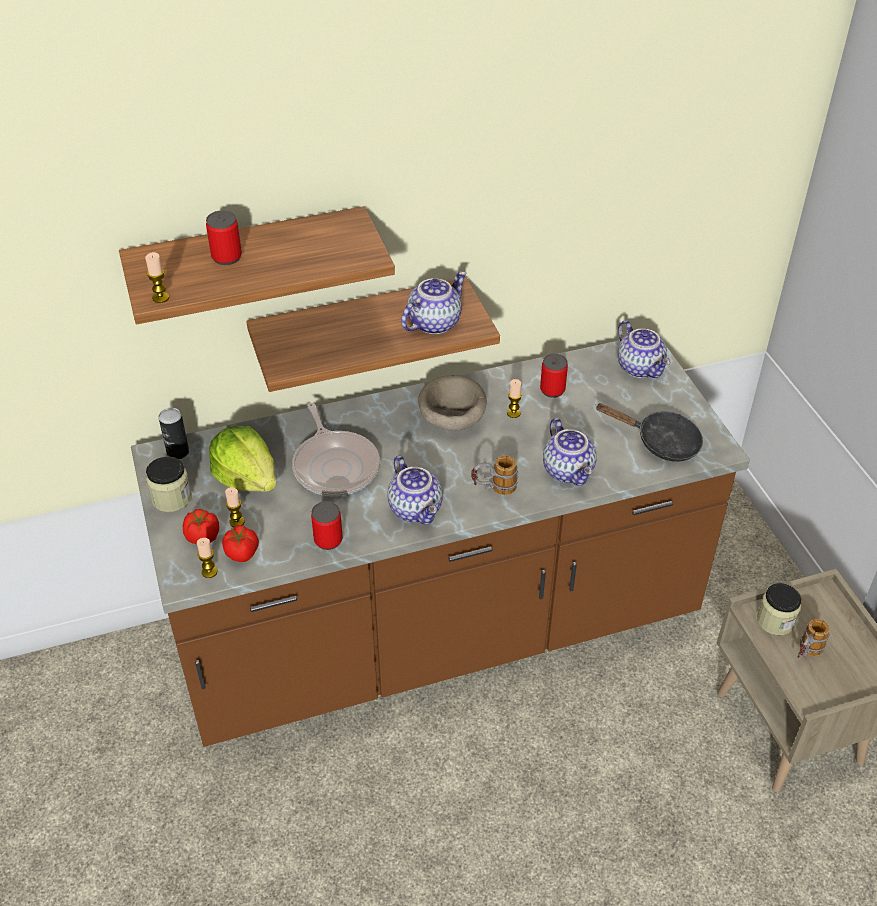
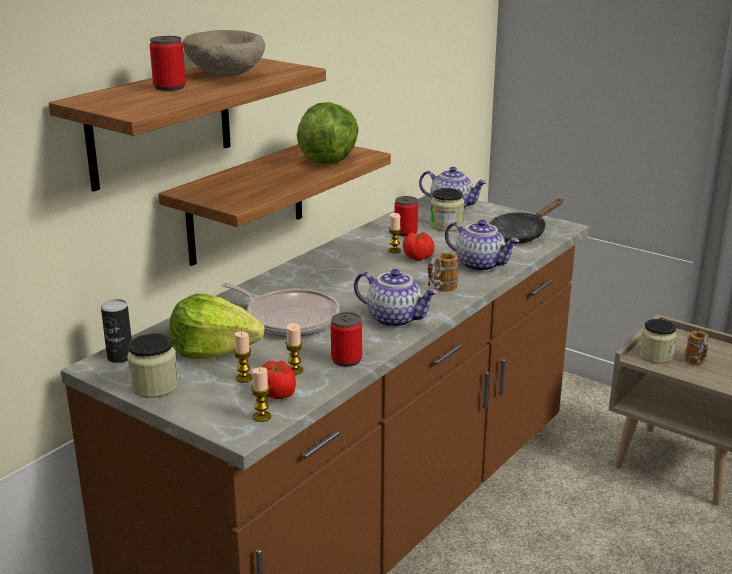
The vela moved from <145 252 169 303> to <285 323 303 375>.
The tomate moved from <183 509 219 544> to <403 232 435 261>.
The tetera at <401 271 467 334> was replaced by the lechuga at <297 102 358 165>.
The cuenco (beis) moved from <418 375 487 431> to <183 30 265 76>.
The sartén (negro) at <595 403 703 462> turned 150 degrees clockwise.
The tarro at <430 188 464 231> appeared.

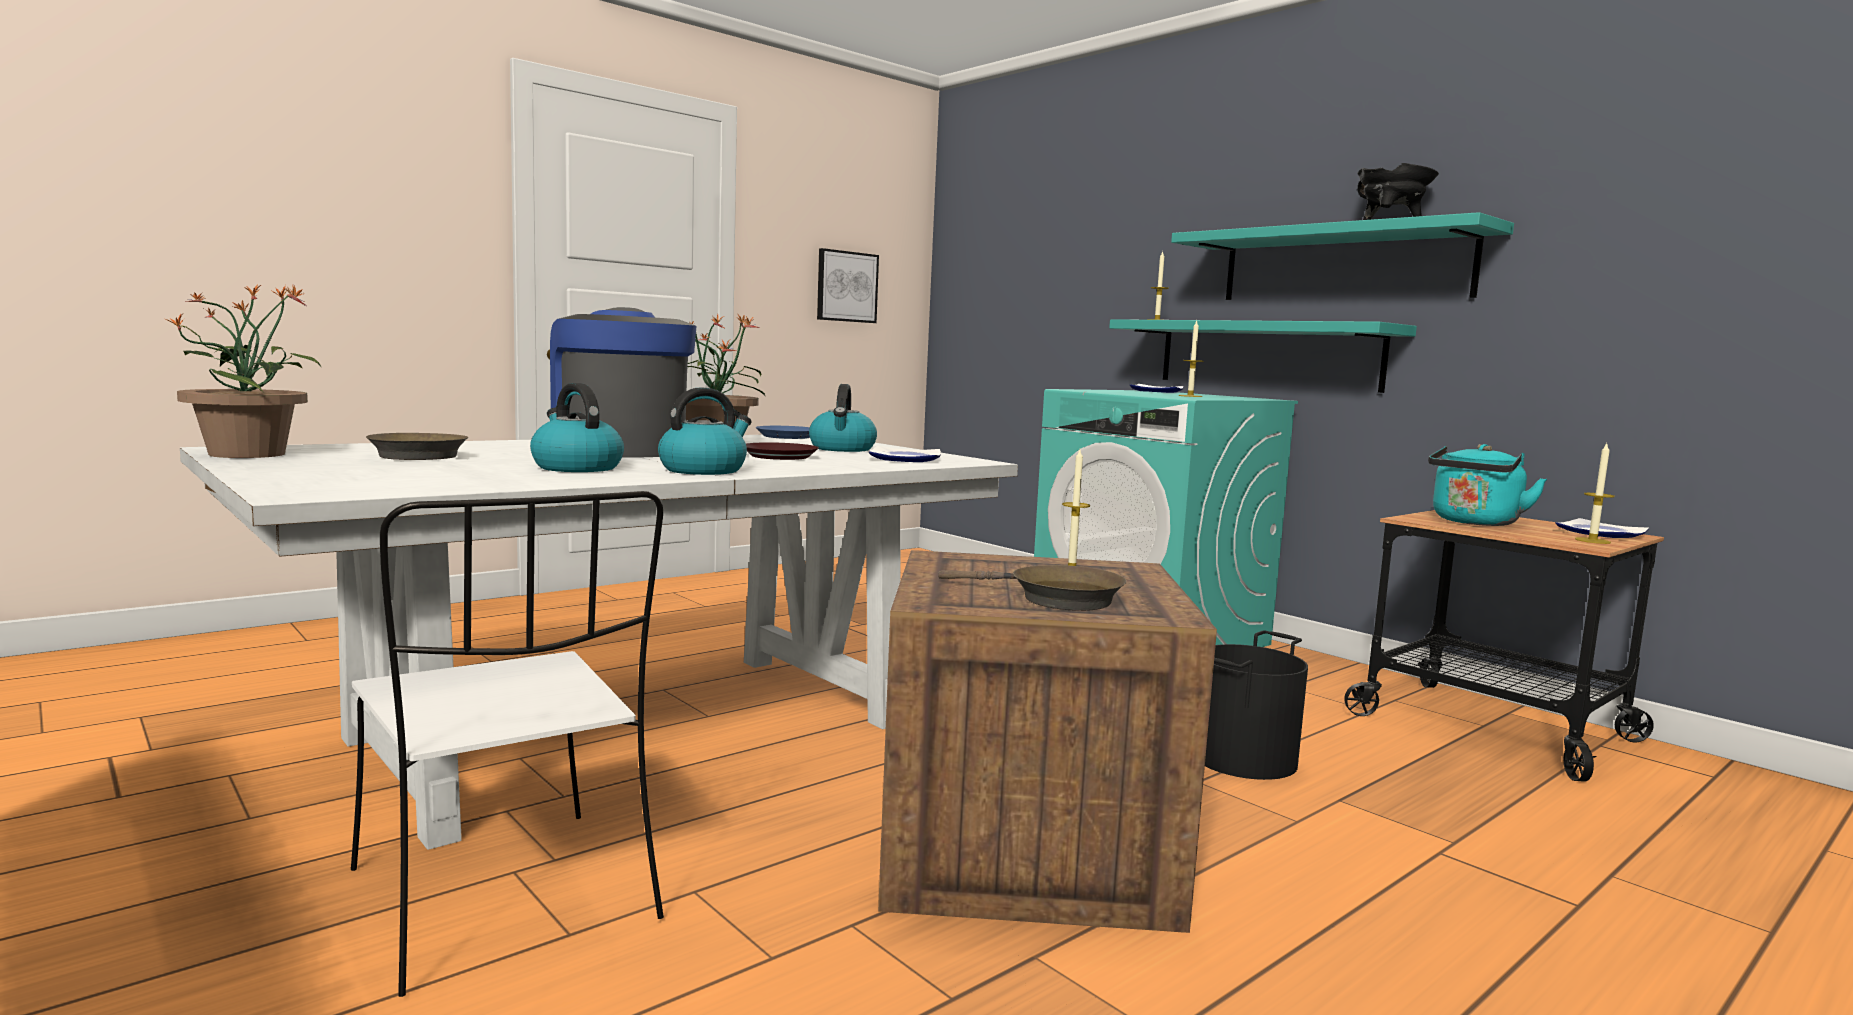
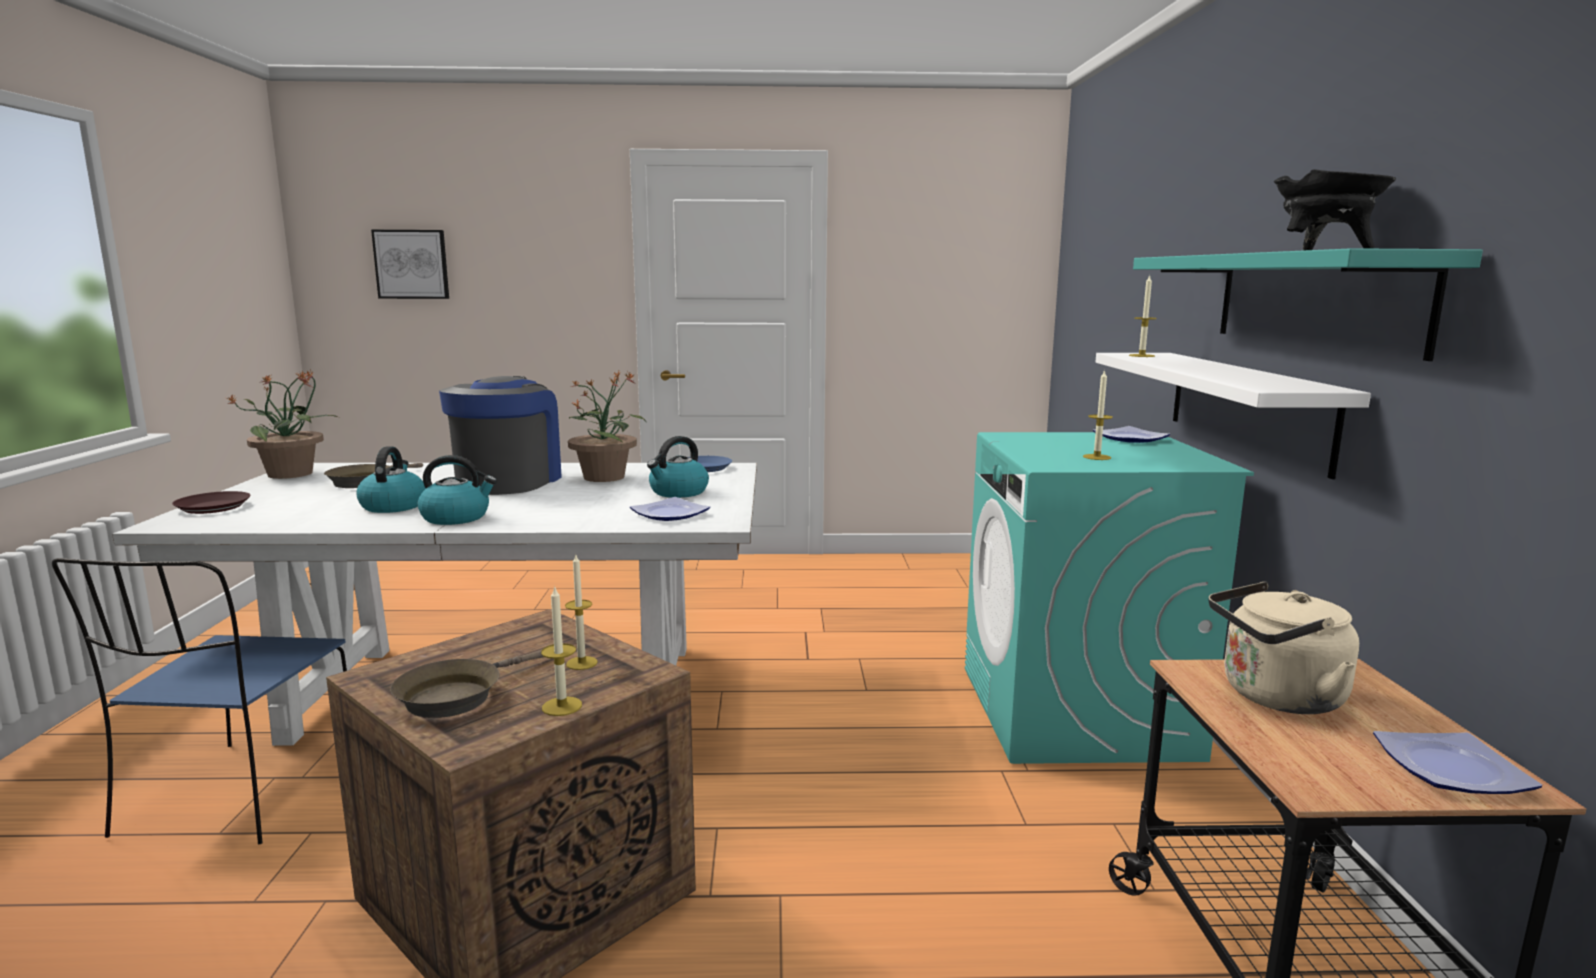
The silla (blanco) at <351 491 664 997> became the silla (azul) at <52 558 347 844>.
The plato (marrón) moved from <746 442 819 460> to <172 491 250 514>.
The cuadro moved from <817 248 879 323> to <371 230 449 299>.
The sartén (marrón) at <938 565 1126 611> turned 60 degrees clockwise.
The estante (turquesa) at <1109 319 1417 393> became the estante (blanco) at <1095 353 1371 479>.
The cubo (negro) at <1205 630 1308 780> disappeared.
The hervidor (turquesa) at <1428 444 1547 526> became the hervidor (beis) at <1208 582 1359 714>.
The vela moved from <1575 443 1615 544> to <541 585 582 716>.

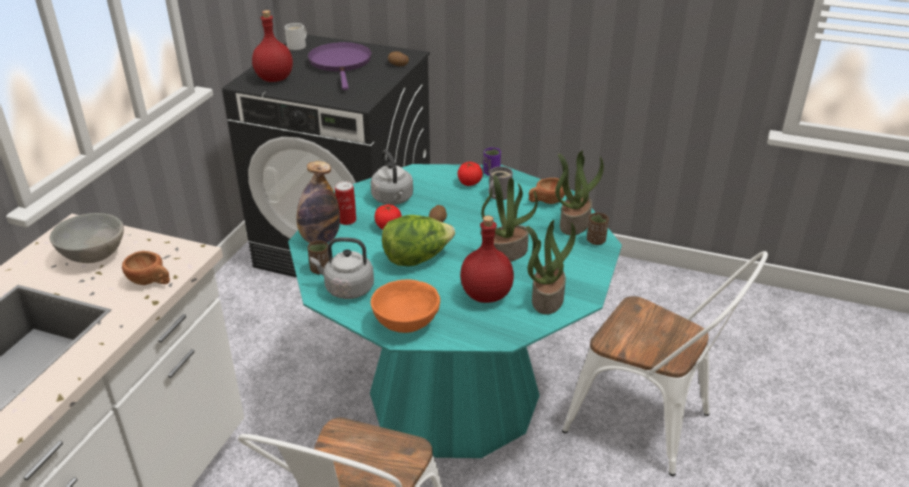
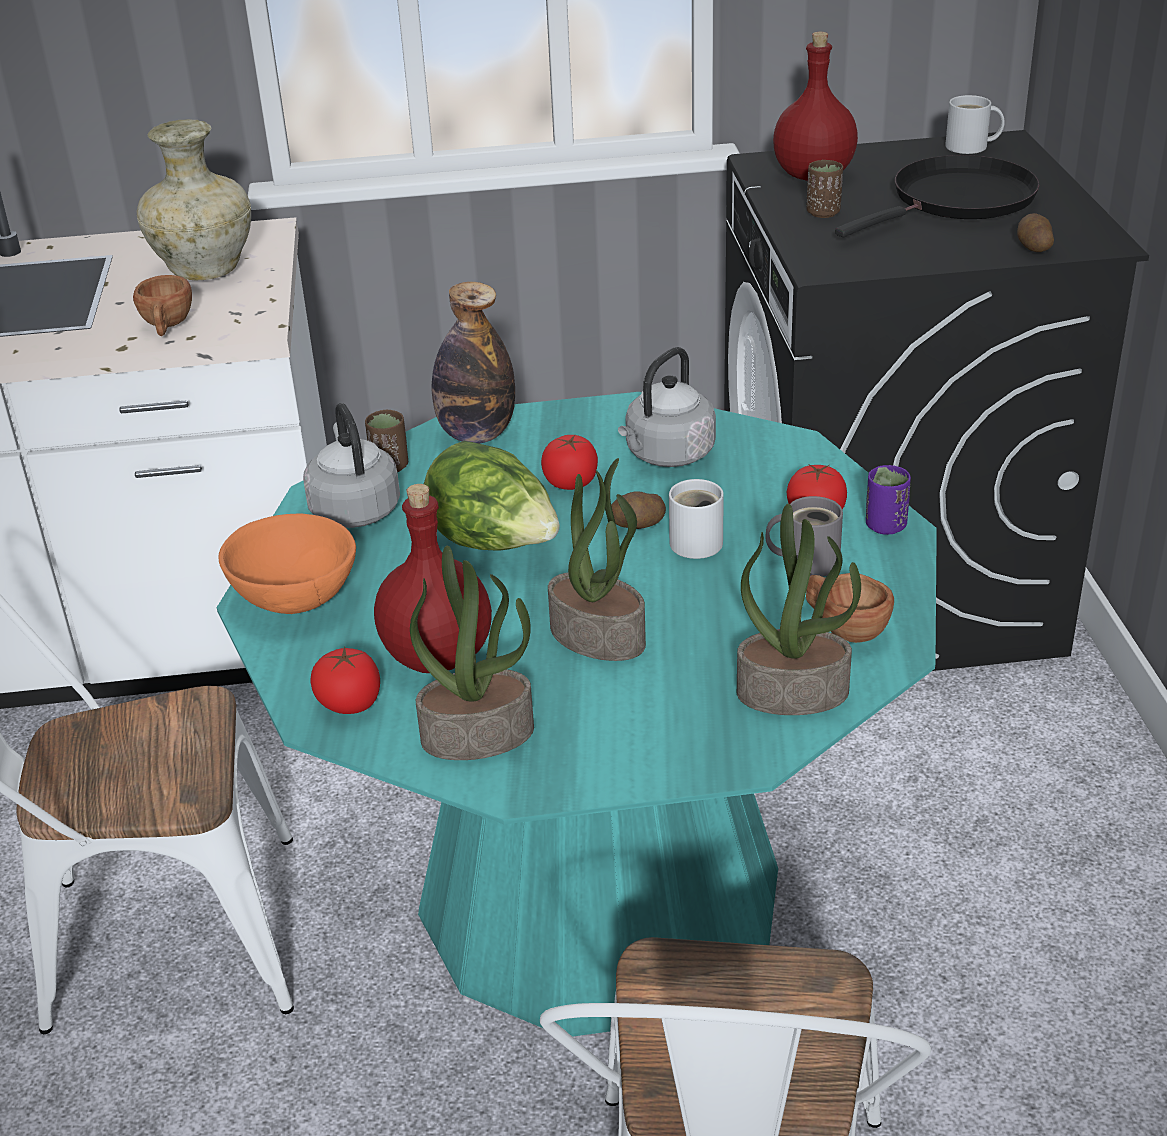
The cuenco (gris) at <50 213 124 263> was replaced by the florero (beis) at <137 119 251 280>.
The sartén (morado) at <308 42 372 90> became the sartén (negro) at <835 155 1040 237>.
The lata at <335 181 356 225> disappeared.
The taza (marrón) moved from <587 213 609 245> to <806 160 843 218>.
The tomate at <310 646 380 714> appeared.
The taza grande (blanco) at <669 479 724 559> appeared.

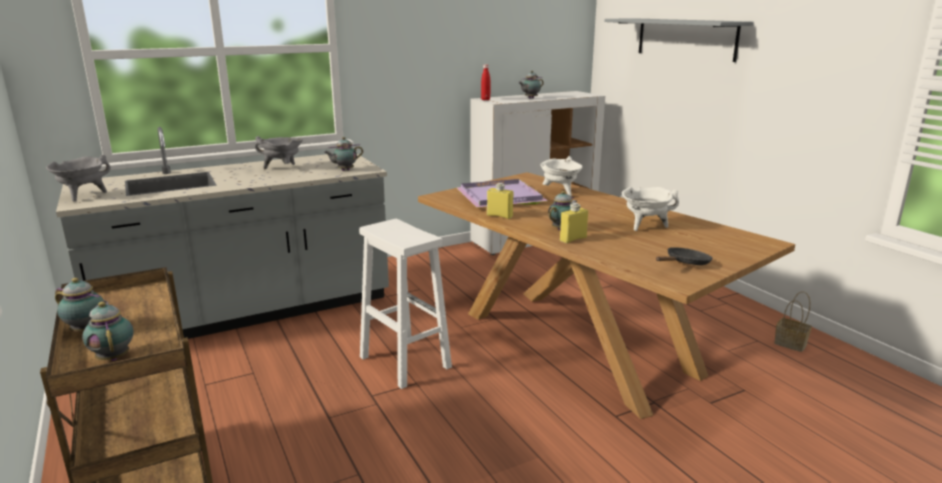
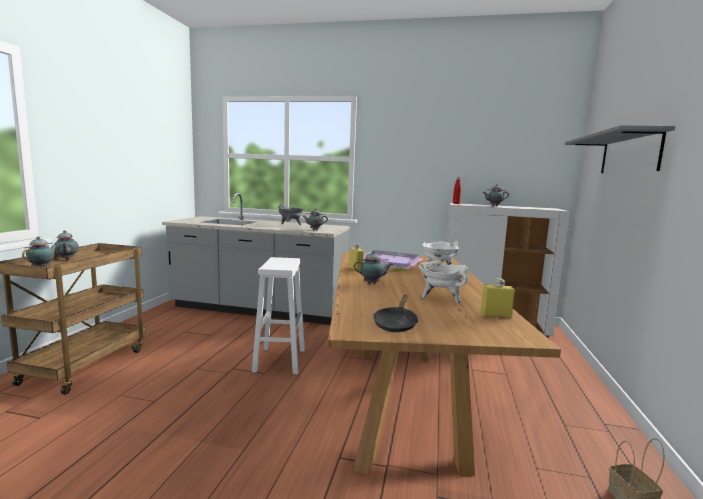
The olla (gris) at <46 155 110 202> disappeared.
The botella (amarillo) moved from <560 203 588 243> to <481 278 515 318>.
The sartén (negro) at <656 247 712 265> turned 105 degrees clockwise.

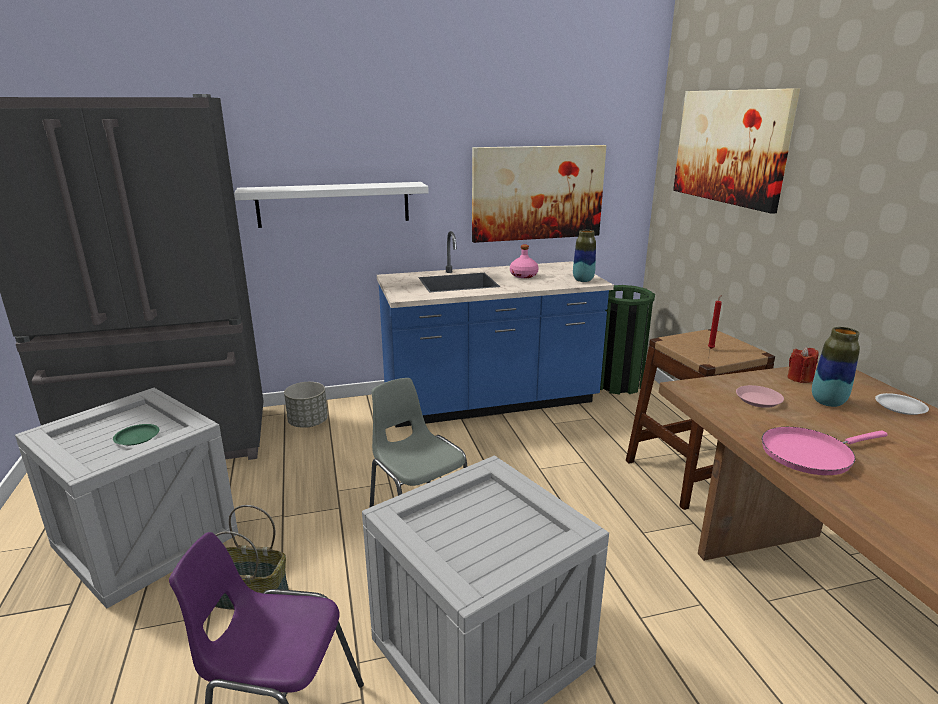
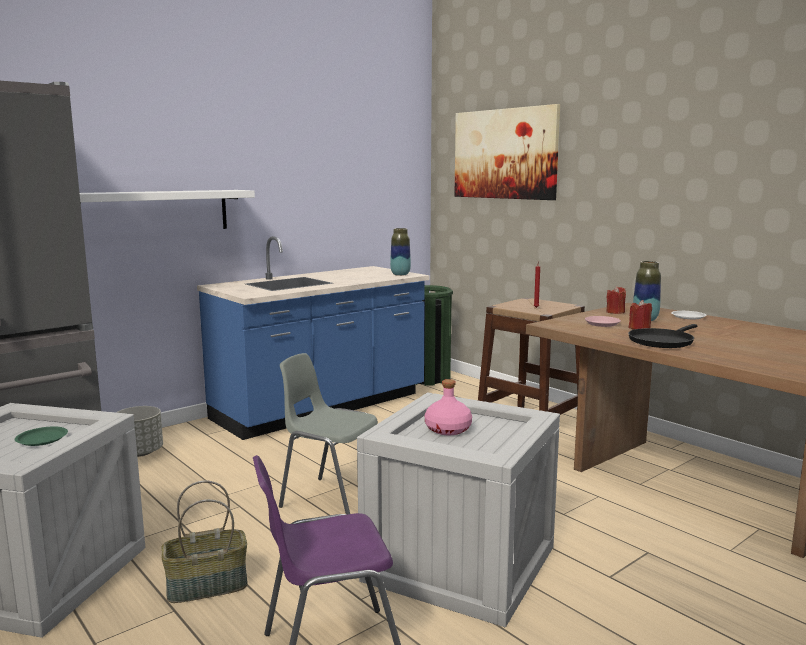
The cuadro at <472 145 606 243> disappeared.
The botella (rosa) moved from <510 245 539 278> to <425 379 472 435>.
The sartén (rosa) at <762 427 888 475> became the sartén (negro) at <628 324 697 348>.
The vela (rojo) at <629 300 652 330> appeared.

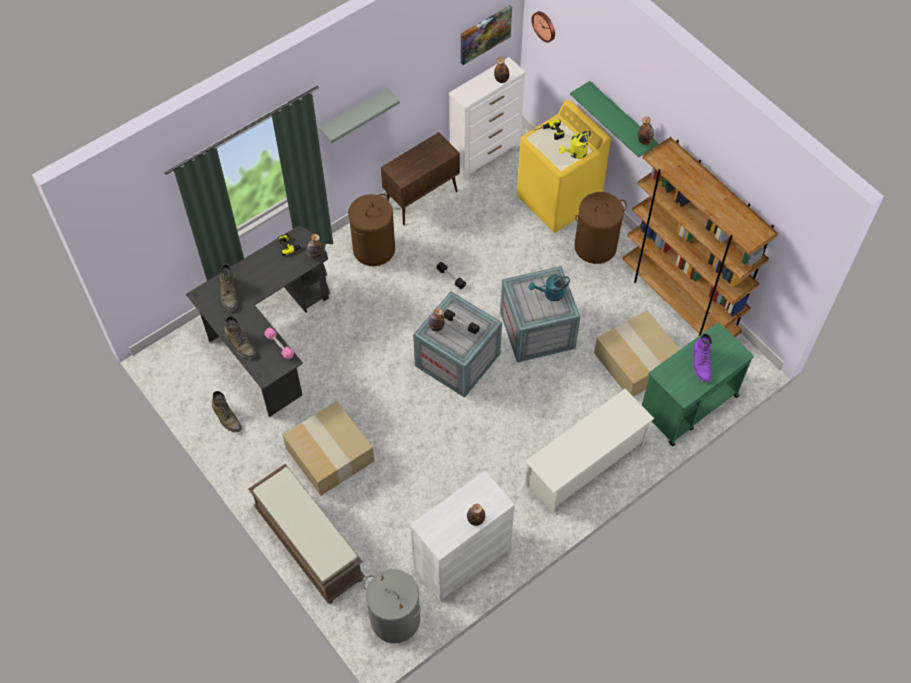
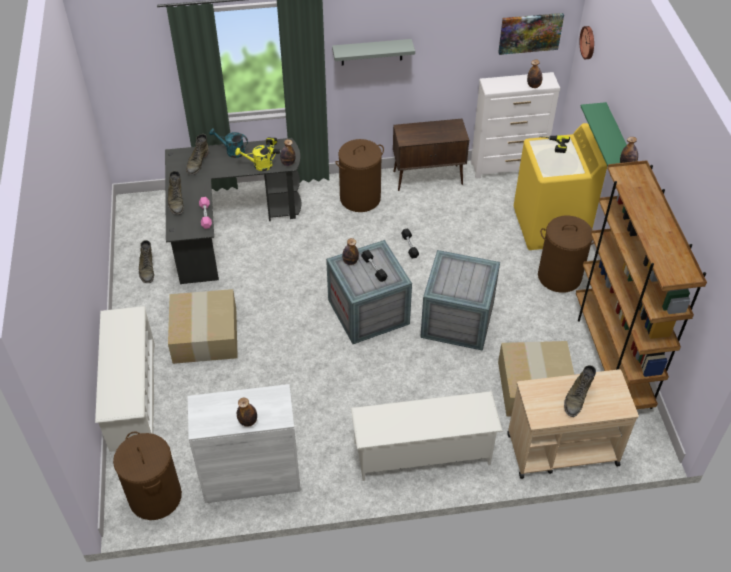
The banco (marrón) at <248 464 365 604> was replaced by the zapatero (blanco) at <95 306 155 452>.
The cesto de la ropa (gris) at <363 569 421 643> became the cesto de la ropa (marrón) at <113 432 182 520>.
The regadera (turquesa) moved from <529 275 570 301> to <209 128 248 158>.
The regadera (amarillo) moved from <558 130 591 159> to <235 145 276 171>.
The carrito (verde) at <642 322 754 446> became the carrito (beis) at <507 369 639 479>.
The bota (morado) at <693 333 712 383> became the bota (verde) at <564 365 596 417>.

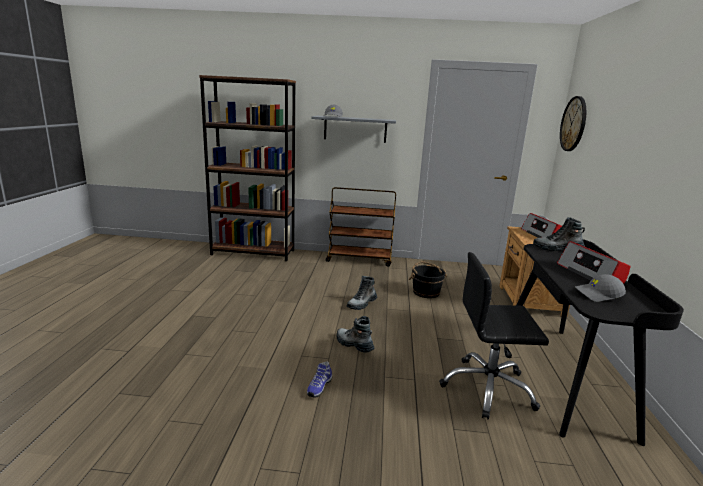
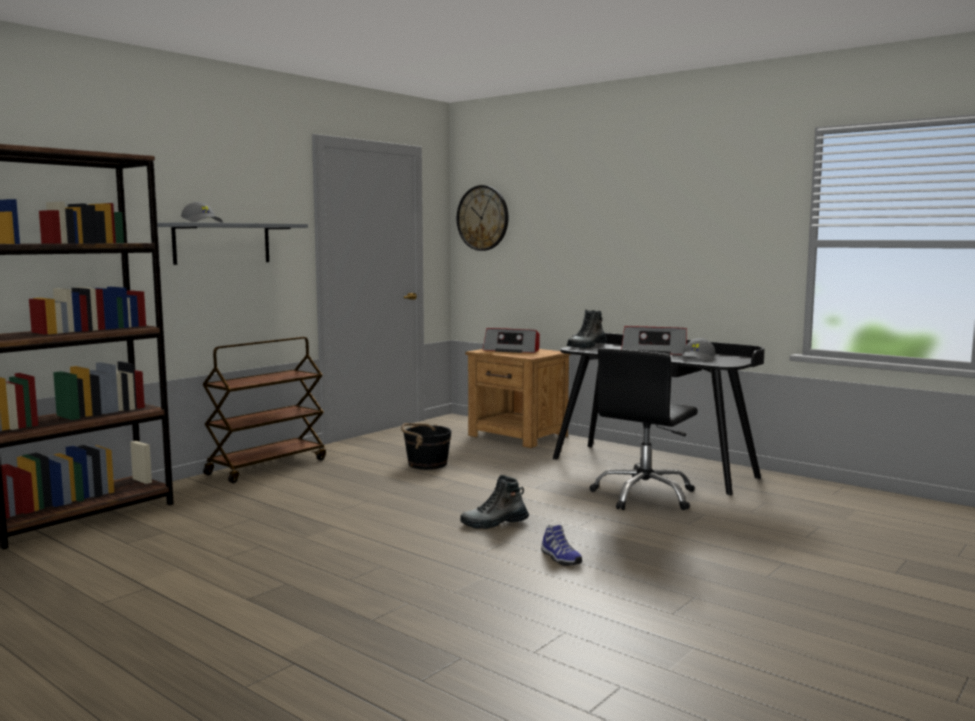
The bota at <347 276 377 310> disappeared.

